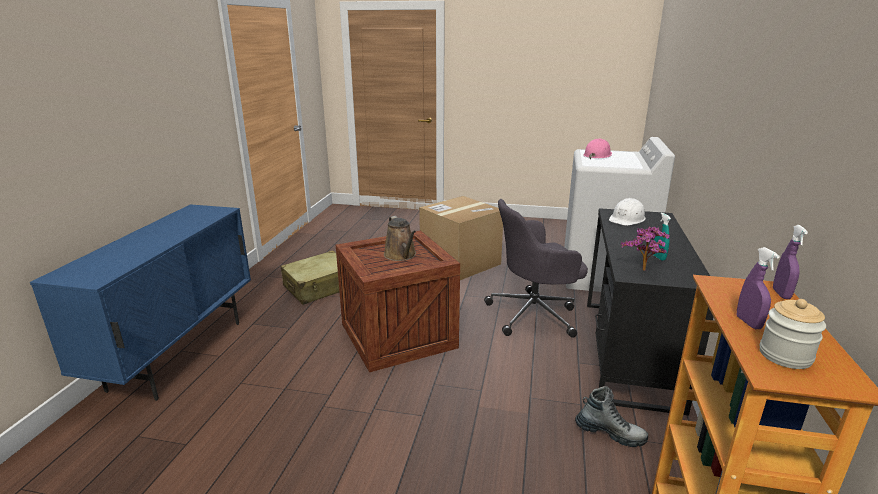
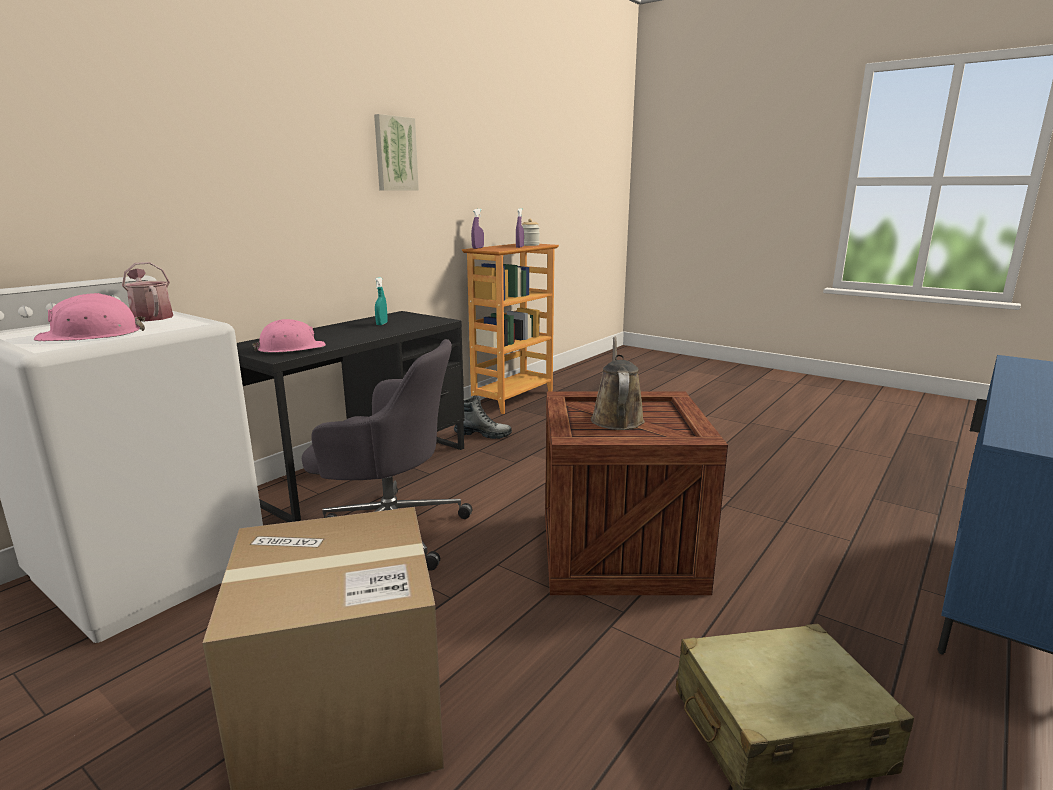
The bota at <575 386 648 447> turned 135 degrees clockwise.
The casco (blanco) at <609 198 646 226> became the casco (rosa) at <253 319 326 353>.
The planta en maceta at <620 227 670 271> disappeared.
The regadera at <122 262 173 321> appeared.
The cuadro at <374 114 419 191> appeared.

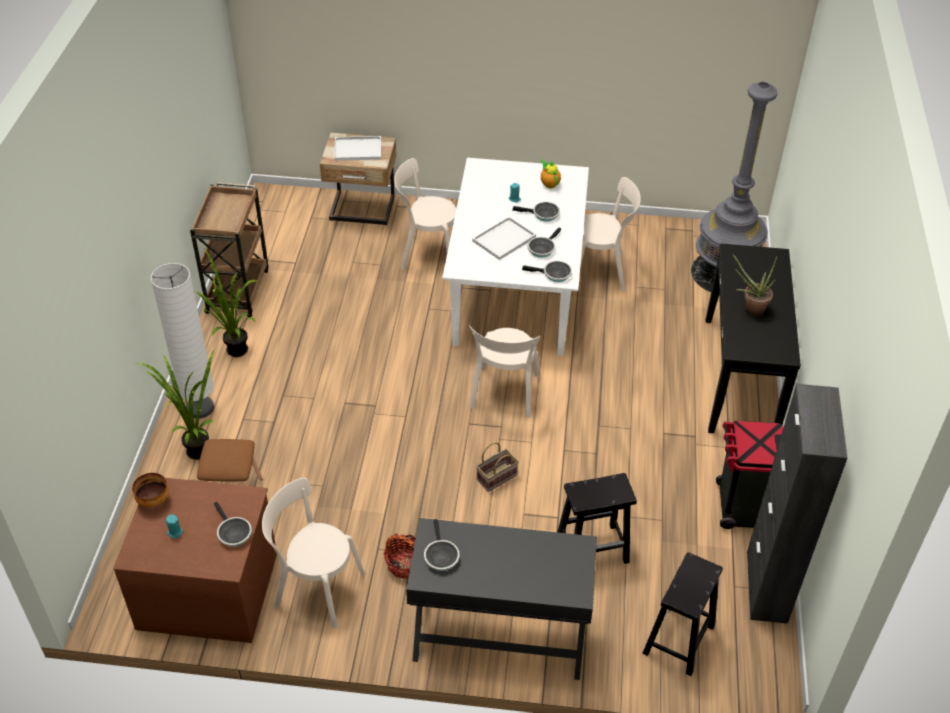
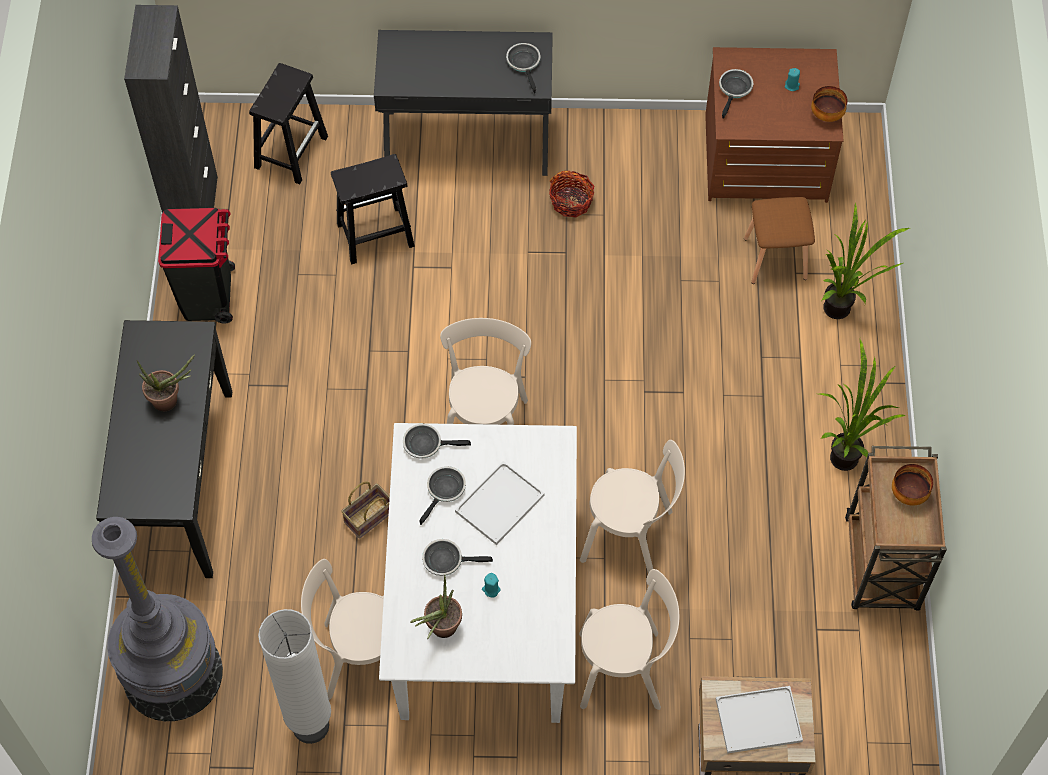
The lámpara de pie (blanco) moved from <150 263 214 419> to <258 609 331 744>.
The sartén at <214 502 252 547> turned 60 degrees clockwise.
The silla (beis) moved from <262 478 365 628> to <580 440 685 573>.
The cesta moved from <476 442 519 492> to <341 481 390 538>.
The tetera at <541 160 561 188> was replaced by the planta en maceta at <410 574 462 639>.
The cuenco at <892 464 933 506> appeared.

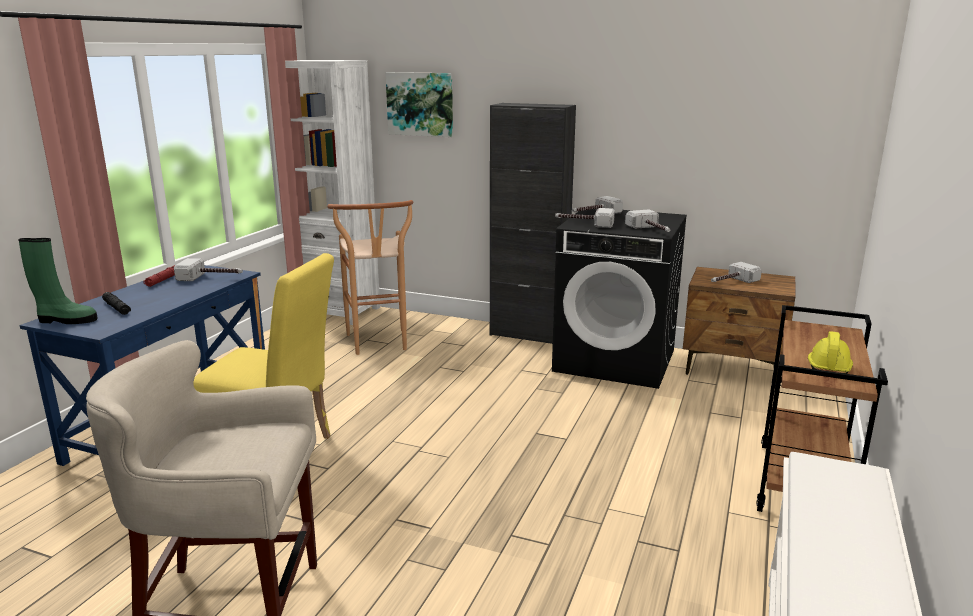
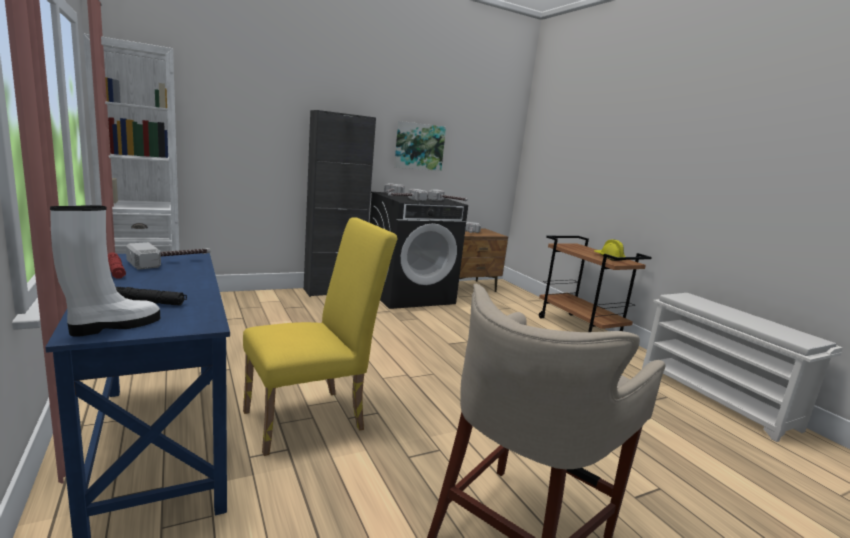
The bota (verde) at <18 238 98 324> became the bota (blanco) at <50 205 160 337>.
The taburete (marrón) at <327 200 413 355> disappeared.
The cuadro moved from <386 72 453 137> to <394 121 446 171>.

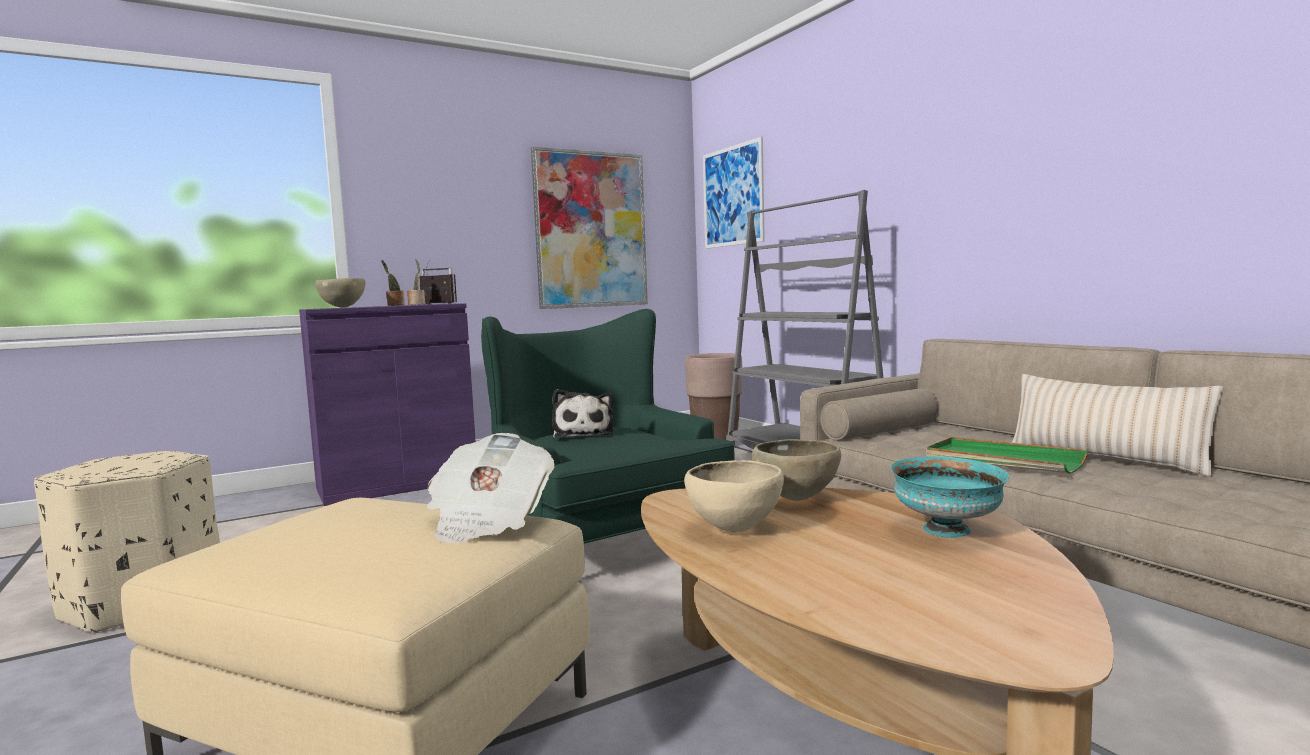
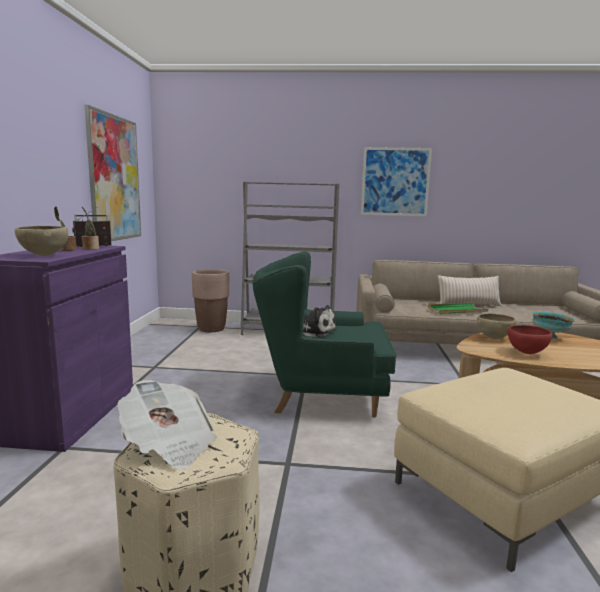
The periódico moved from <426 433 555 543> to <117 380 217 470>.
The cuenco (beis) at <684 460 784 532> became the cuenco (rojo) at <508 325 553 354>.
The cuadro moved from <703 137 765 249> to <361 147 432 216>.

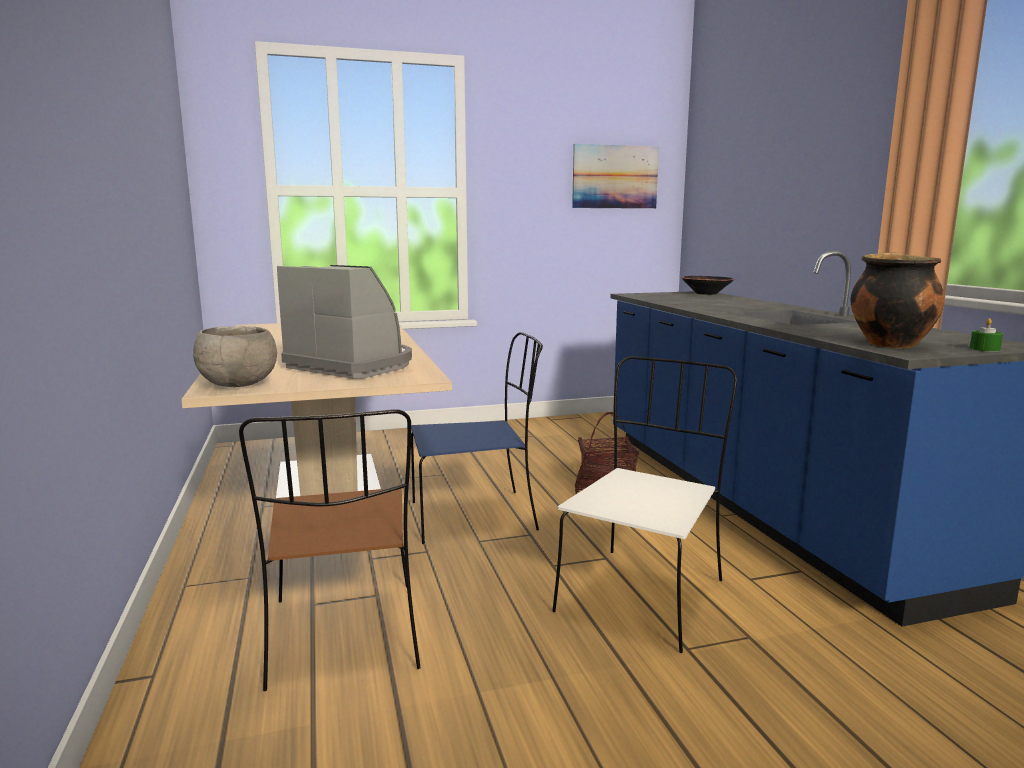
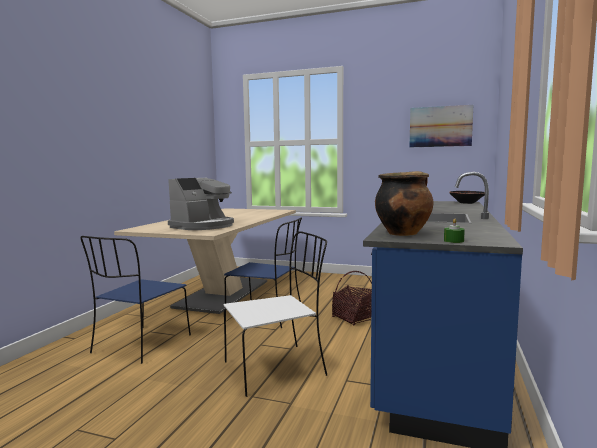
The cuenco (gris) at <193 326 277 387> disappeared.
The silla (marrón) at <239 409 421 691> became the silla (azul) at <80 236 191 364>.
The cafetera at <277 265 412 379> turned 60 degrees clockwise.

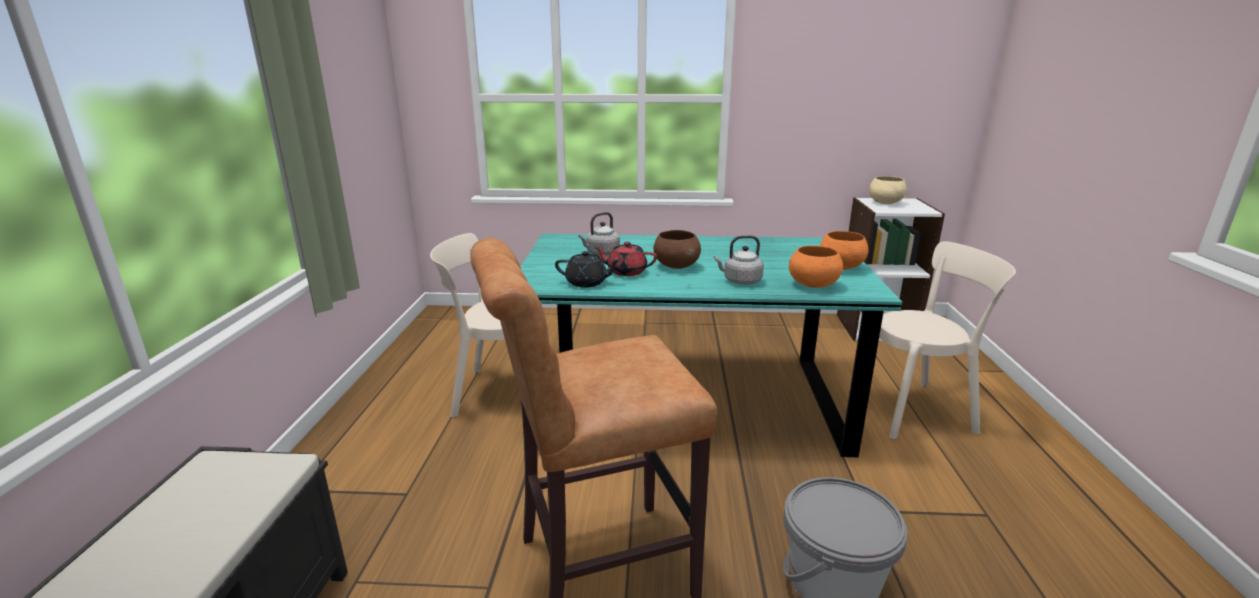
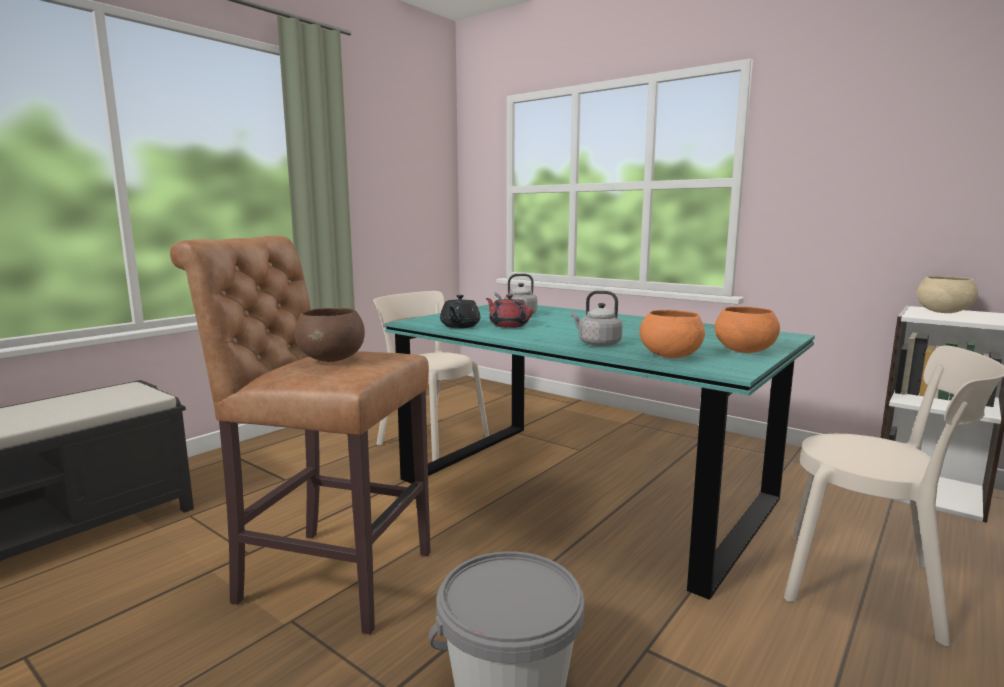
The tetera (negro) at <555 251 621 287> turned 60 degrees clockwise.
The cuenco (marrón) moved from <653 230 701 269> to <295 308 365 362>.

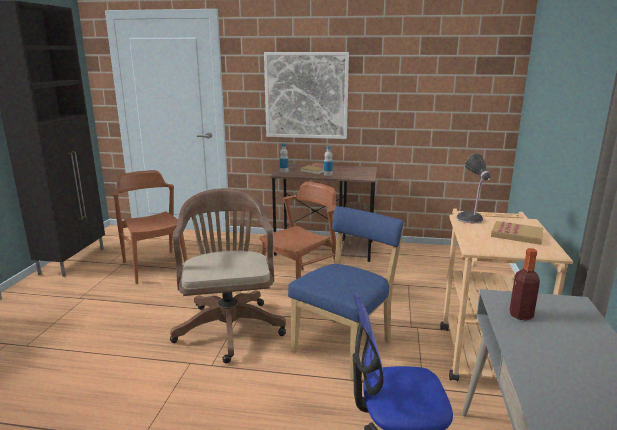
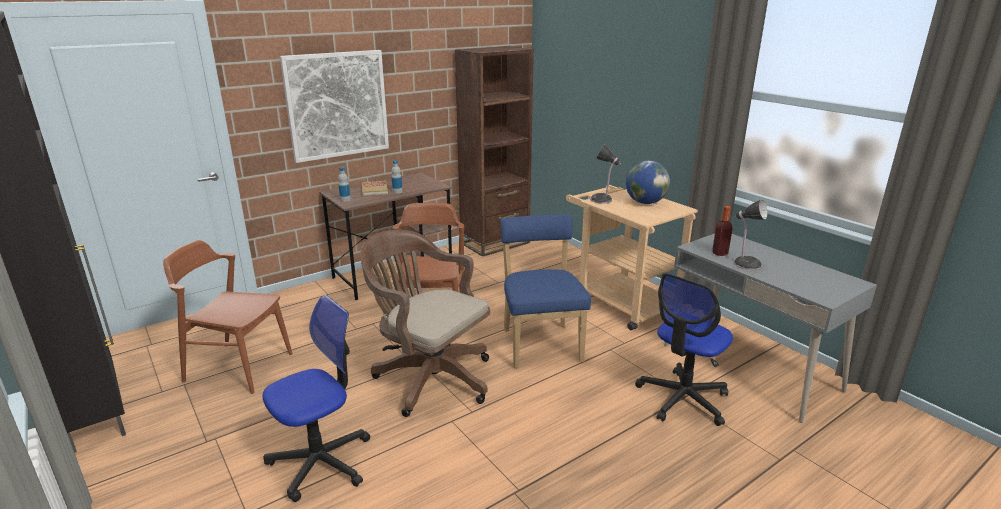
The libro at <491 221 544 245> was replaced by the globo terráqueo at <626 161 670 204>.
The silla de oficina at <262 295 370 502> appeared.
The estantería (marrón) at <455 46 534 257> appeared.
The lámpara de mesa at <734 200 768 270> appeared.

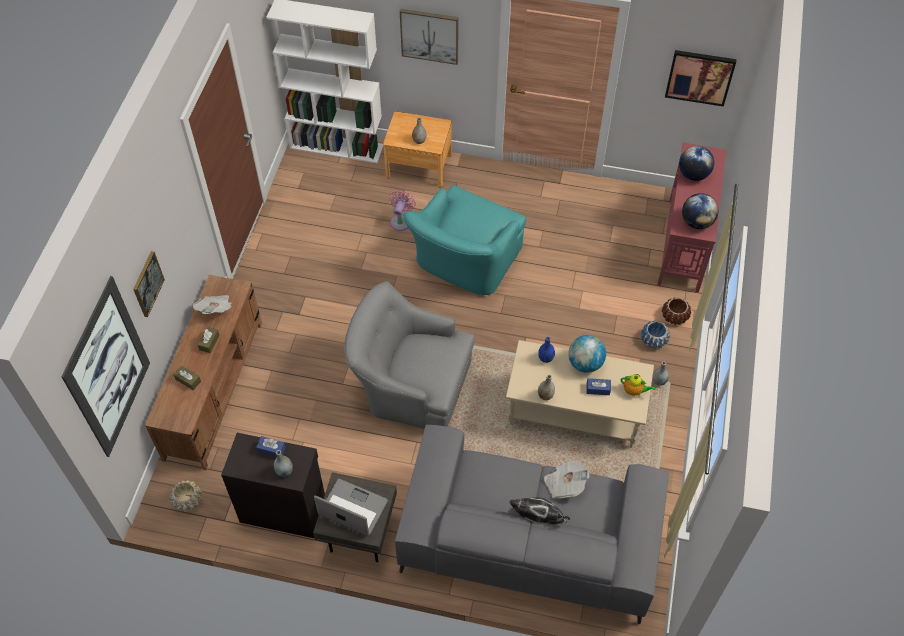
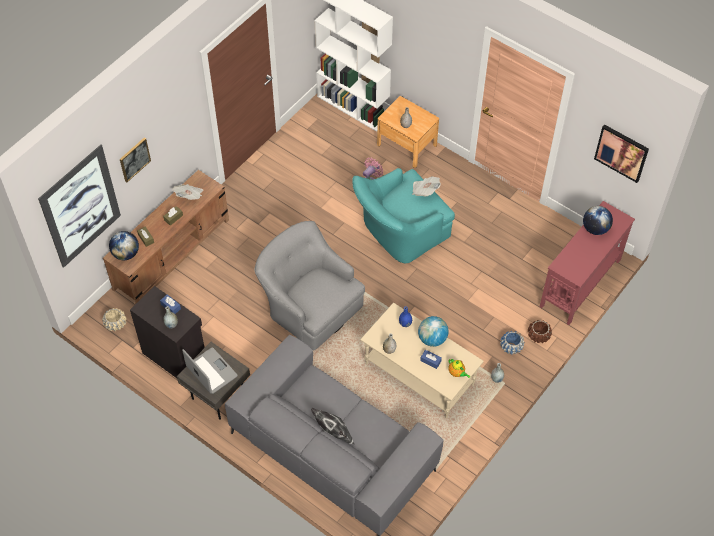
The cuadro at <400 9 459 65> disappeared.
The periódico moved from <544 461 590 498> to <412 176 441 196>.
The globo terráqueo moved from <682 193 719 229> to <109 231 139 260>.

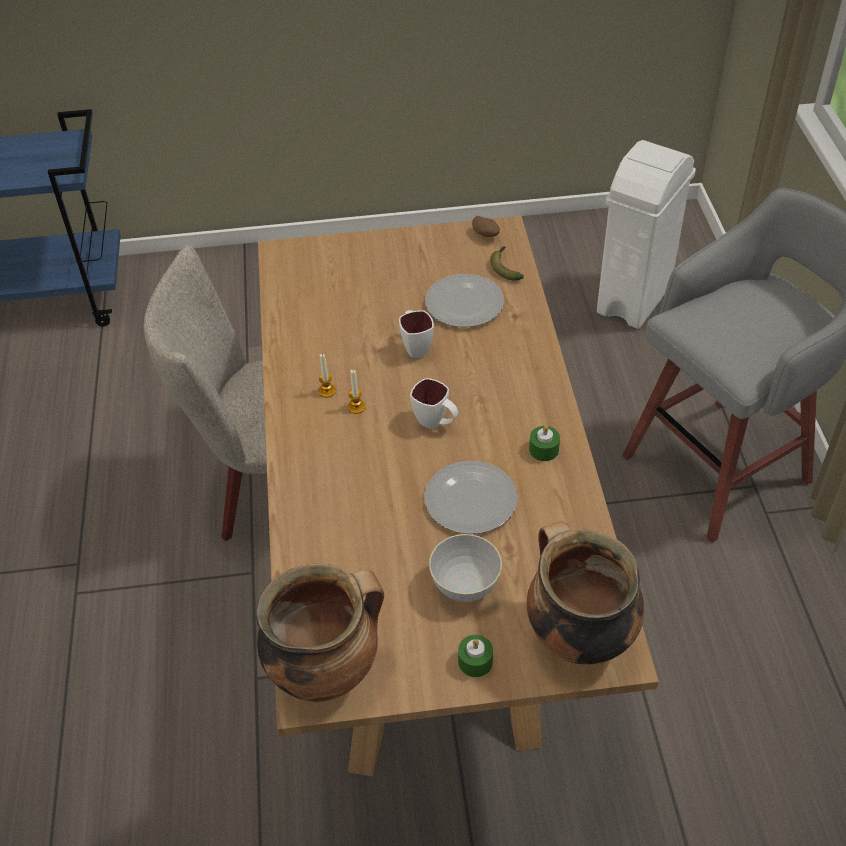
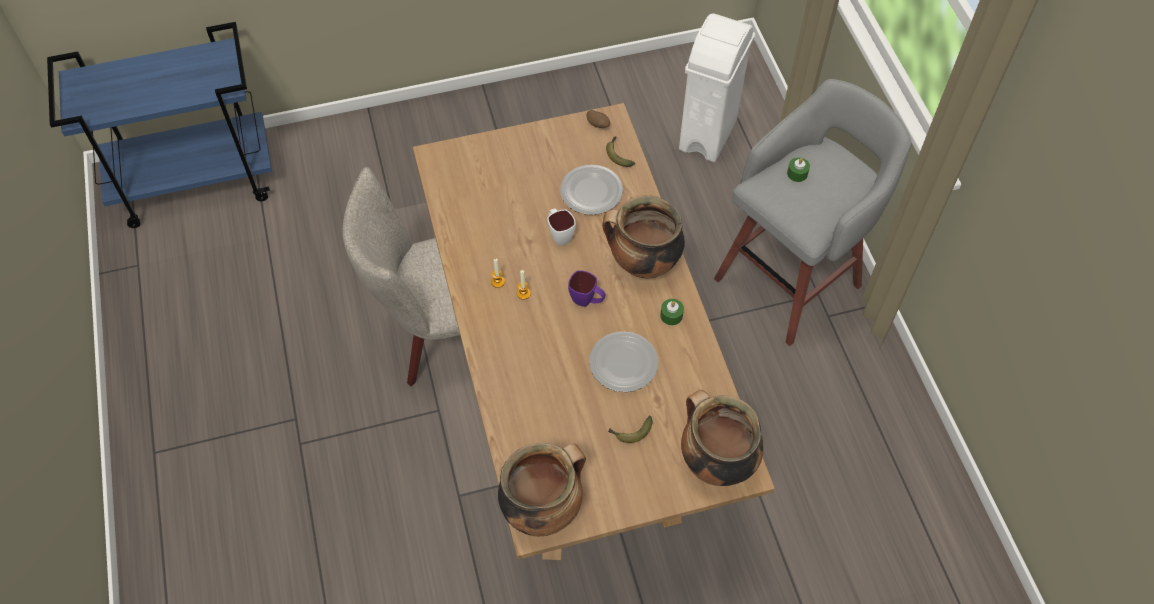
The taza grande (blanco) at <410 378 458 429> became the taza grande (morado) at <568 270 605 307>.
The cuenco (gris) at <429 534 502 602> was replaced by the plátano at <608 415 653 443>.
The vela (verde) moved from <458 635 493 677> to <787 157 810 182>.
The olla at <602 195 685 278> appeared.

